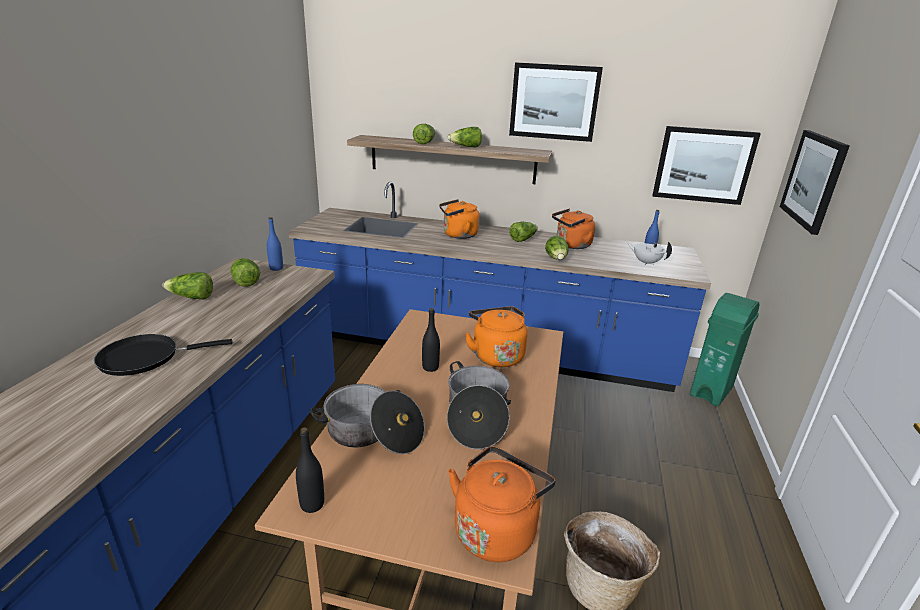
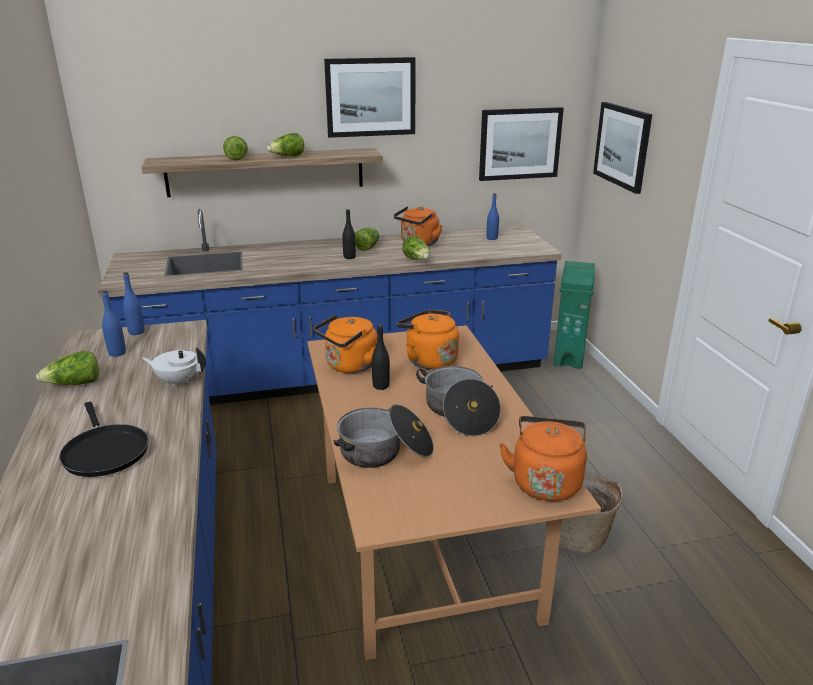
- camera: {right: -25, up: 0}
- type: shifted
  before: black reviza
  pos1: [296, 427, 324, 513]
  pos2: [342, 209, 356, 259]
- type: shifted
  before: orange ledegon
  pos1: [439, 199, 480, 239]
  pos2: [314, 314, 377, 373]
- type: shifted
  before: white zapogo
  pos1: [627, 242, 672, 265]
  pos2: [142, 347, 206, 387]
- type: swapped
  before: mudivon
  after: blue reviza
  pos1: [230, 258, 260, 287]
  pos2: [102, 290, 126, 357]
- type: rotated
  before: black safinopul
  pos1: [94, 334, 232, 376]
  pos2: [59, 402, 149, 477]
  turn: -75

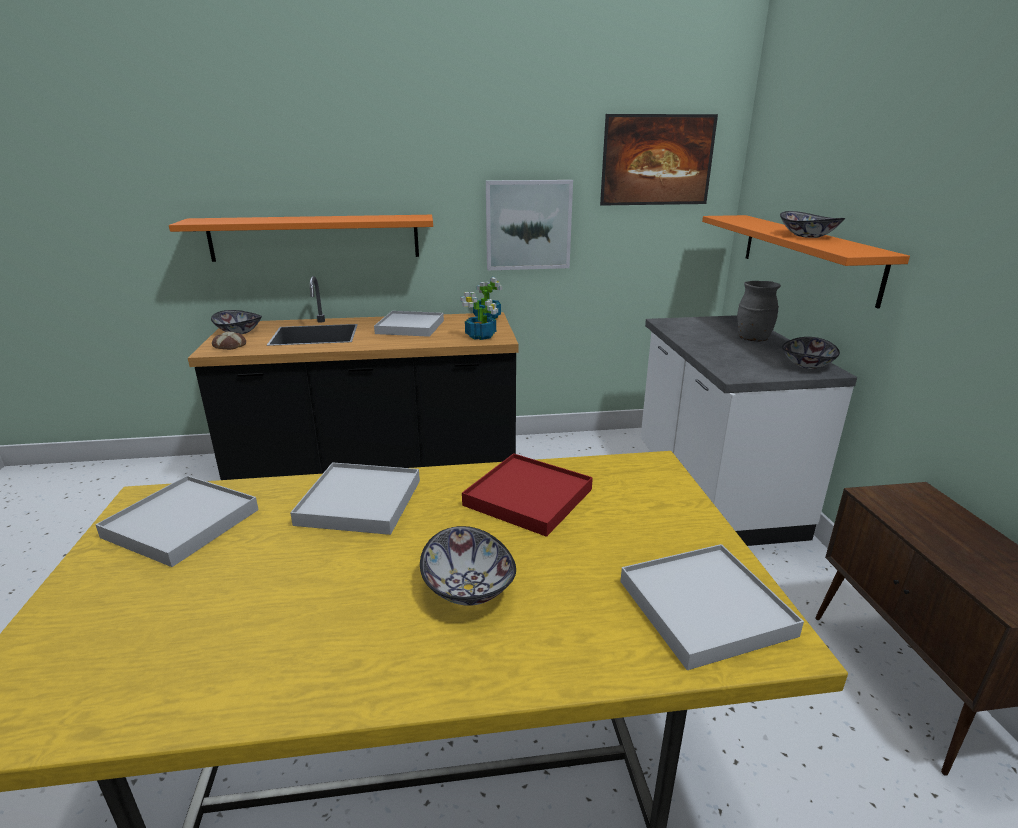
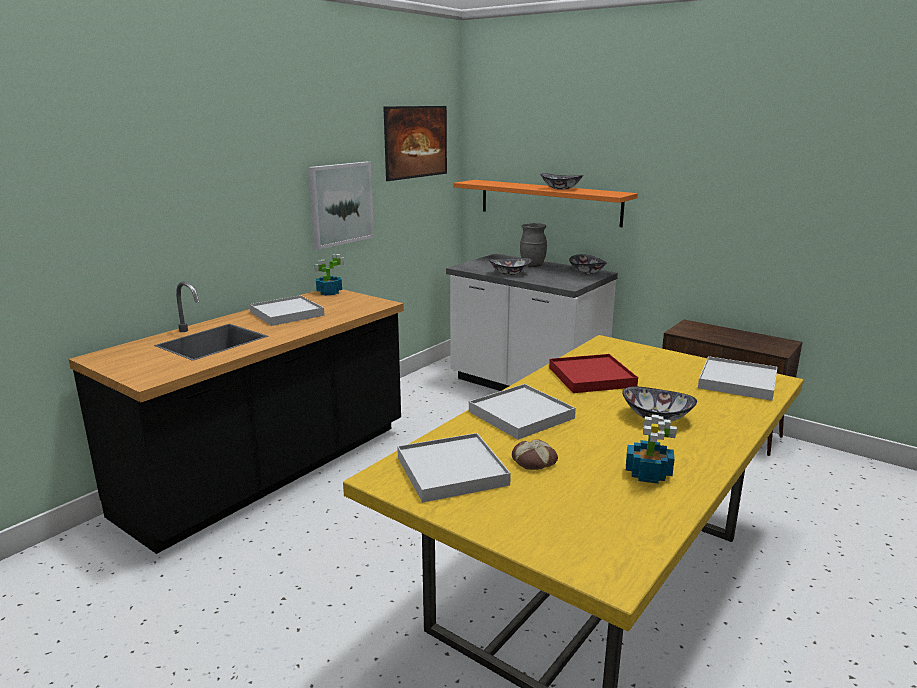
- camera: {right: -45, up: -5}
- type: gone
  before: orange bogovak
  pos1: [169, 215, 433, 262]
- type: shifted
  before: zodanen
  pos1: [211, 310, 262, 334]
  pos2: [489, 258, 532, 275]
- type: shifted
  before: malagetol
  pos1: [212, 331, 246, 350]
  pos2: [512, 439, 558, 470]
- type: shifted
  before: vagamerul
  pos1: [460, 292, 498, 340]
  pos2: [626, 414, 677, 484]

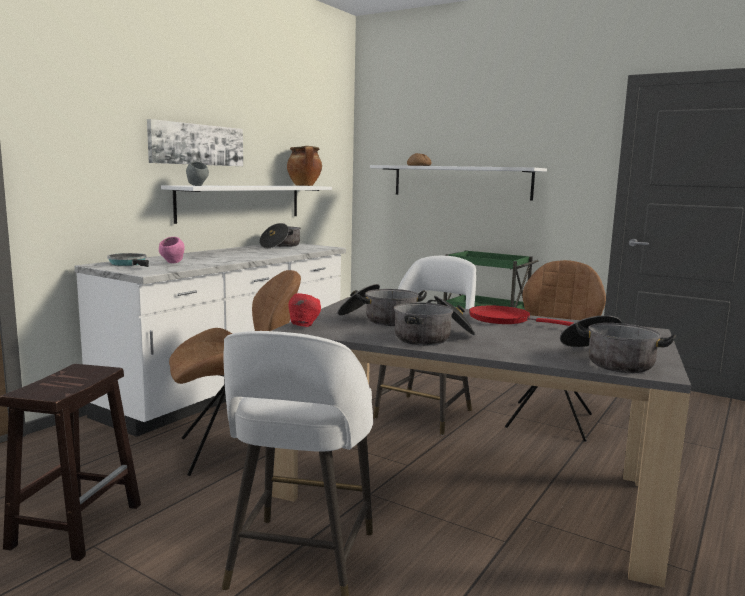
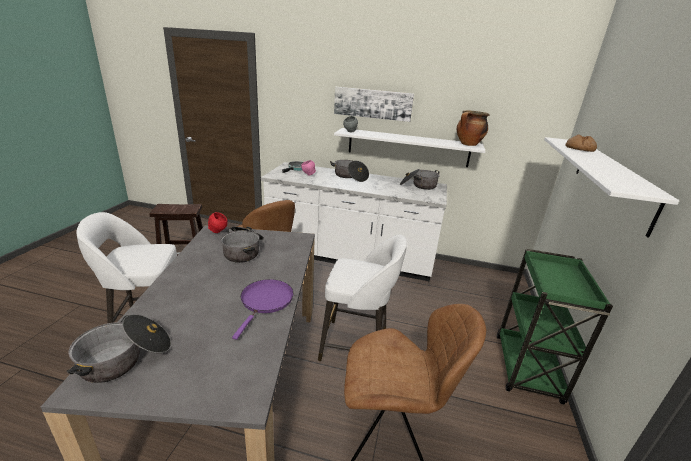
- camera: {right: 70, up: 15}
- type: shifted
  before: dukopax
  pos1: [394, 296, 476, 345]
  pos2: [330, 160, 369, 182]
- type: repainted
  before: red safinopul
  after: purple safinopul
  pos1: [469, 305, 573, 326]
  pos2: [232, 279, 294, 340]

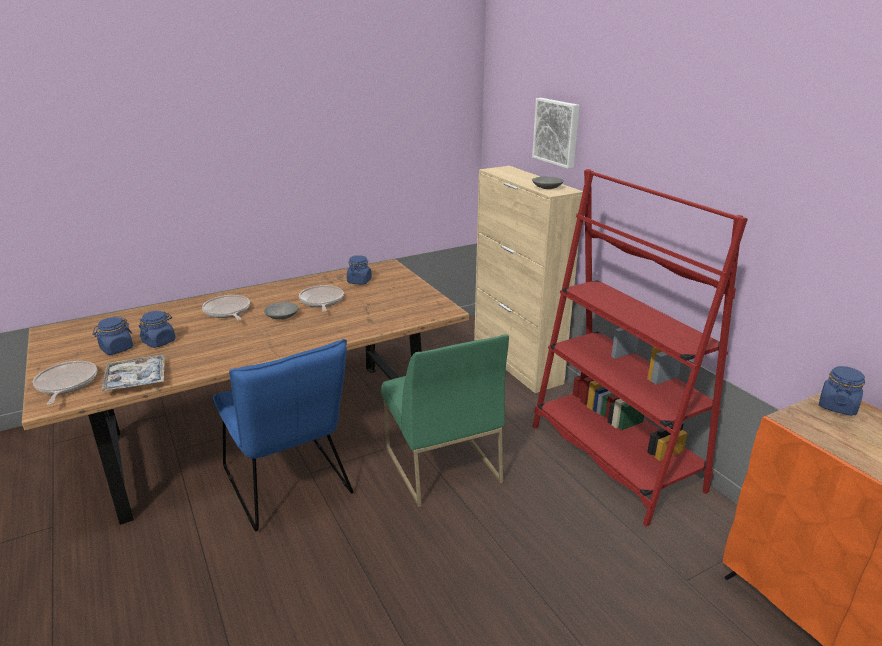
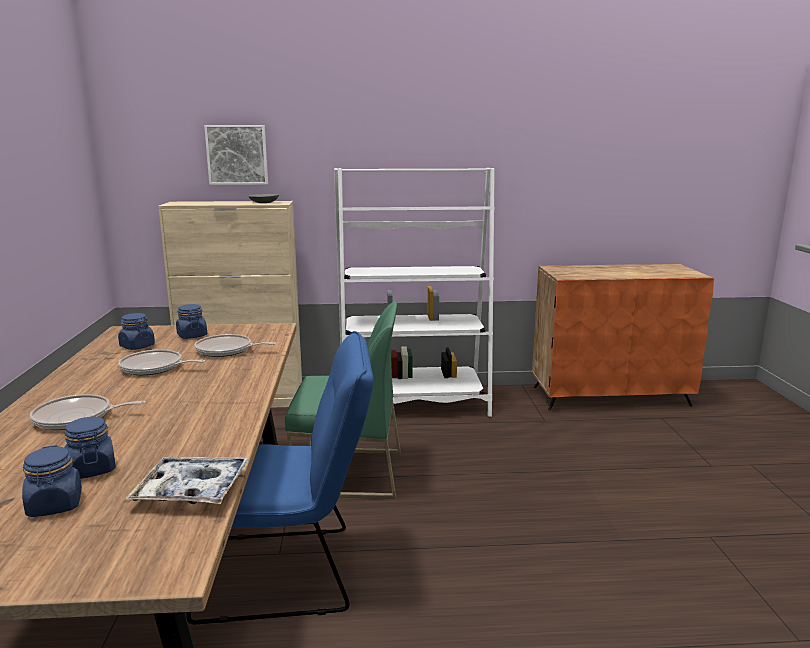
- camera: {right: -65, up: -10}
- type: gone
  before: grey zodanen
  pos1: [264, 302, 298, 320]
- type: shifted
  before: safinopul
  pos1: [33, 361, 97, 405]
  pos2: [195, 334, 276, 357]
- type: shifted
  before: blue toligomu
  pos1: [819, 366, 865, 416]
  pos2: [176, 304, 207, 339]
- type: repainted
  before: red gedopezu
  after: white gedopezu
  pos1: [532, 169, 748, 526]
  pos2: [334, 168, 495, 417]

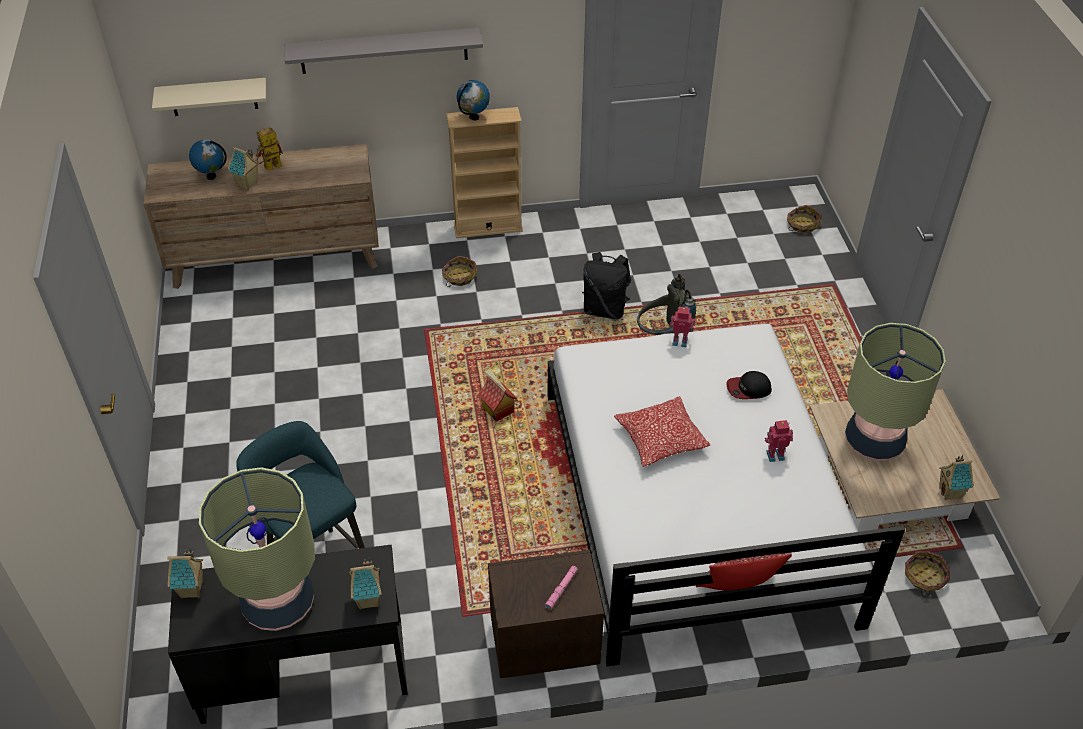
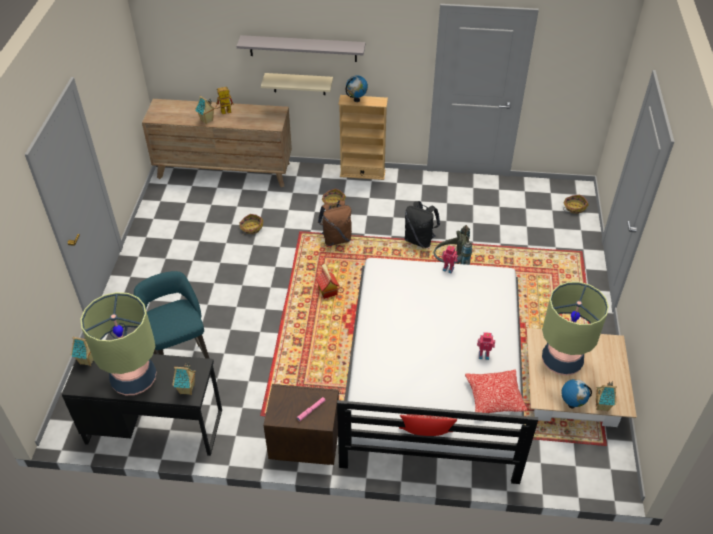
- camera: {right: 15, up: 0}
- type: gone
  before: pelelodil
  pos1: [726, 371, 772, 399]
- type: new
  after: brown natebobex
  pos2: [318, 200, 352, 246]
- type: shifted
  before: beige bogovak
  pos1: [152, 78, 266, 116]
  pos2: [261, 73, 333, 95]
- type: shifted
  before: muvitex
  pos1: [189, 139, 227, 180]
  pos2: [561, 379, 592, 408]
- type: shifted
  before: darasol
  pos1: [614, 396, 710, 466]
  pos2: [465, 369, 528, 413]
- type: shifted
  before: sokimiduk
  pos1: [905, 551, 950, 597]
  pos2: [239, 214, 263, 235]

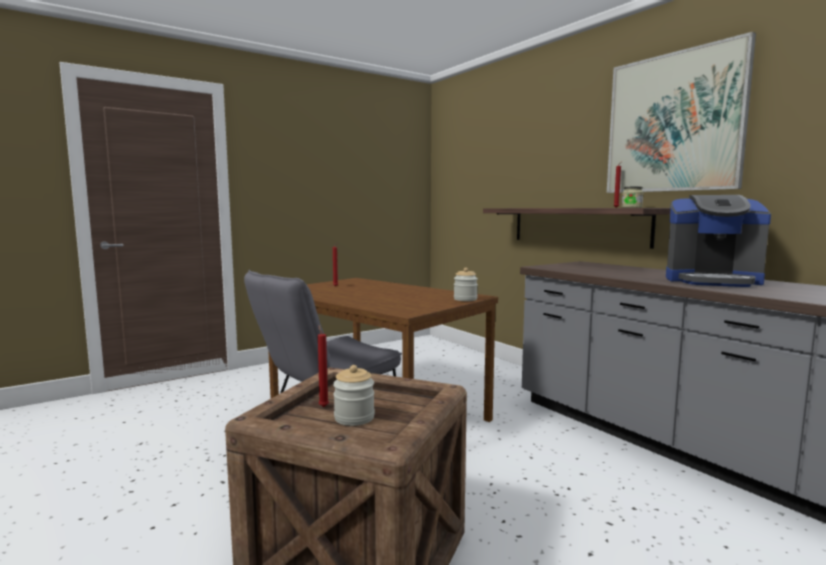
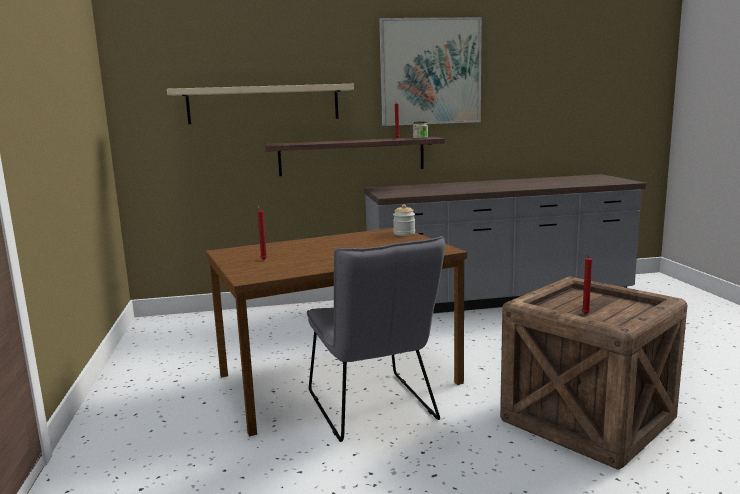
- camera: {right: -65, up: 5}
- type: gone
  before: toligomu
  pos1: [333, 365, 375, 426]
- type: gone
  before: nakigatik
  pos1: [666, 195, 771, 287]
- type: new
  after: beige bogovak
  pos2: [167, 84, 354, 124]

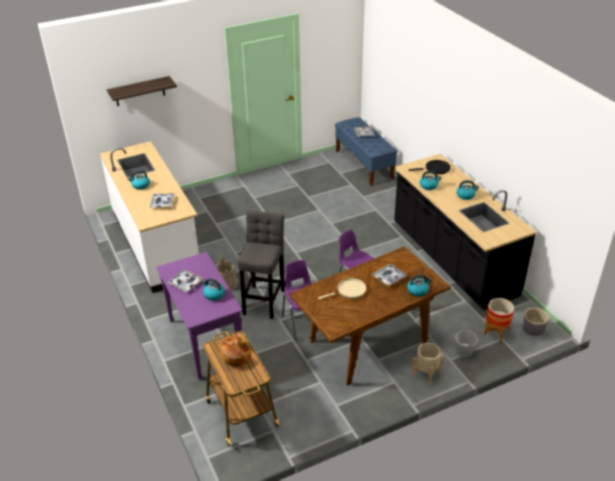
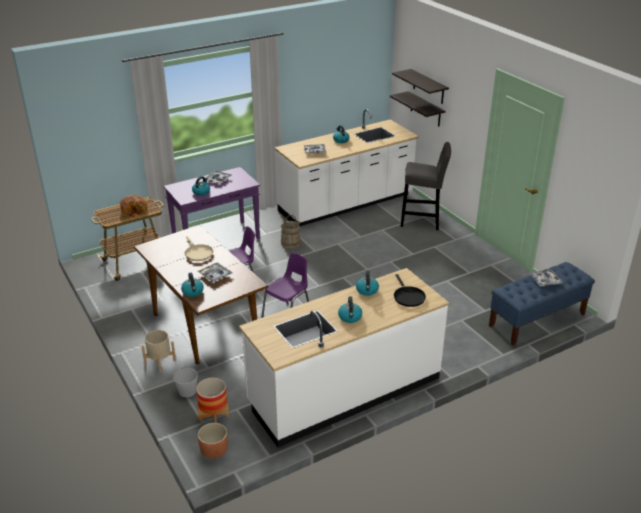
- camera: {right: 85, up: -5}
- type: new
  after: bogovak
  pos2: [390, 91, 445, 126]
- type: shifted
  before: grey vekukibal
  pos1: [238, 211, 285, 319]
  pos2: [400, 142, 451, 230]
- type: repainted
  before: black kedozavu
  after: white kedozavu
  pos1: [394, 154, 537, 310]
  pos2: [239, 268, 449, 447]
- type: repainted
  before: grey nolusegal
  after: brown nolusegal
  pos1: [522, 308, 549, 336]
  pos2: [198, 423, 228, 458]

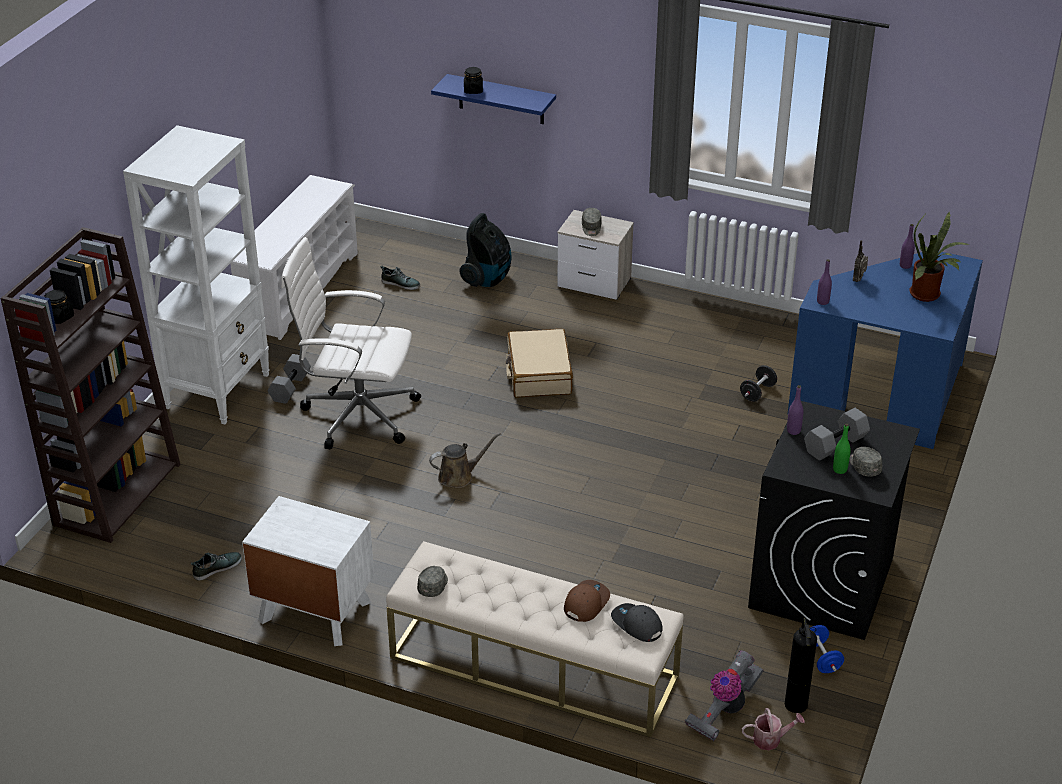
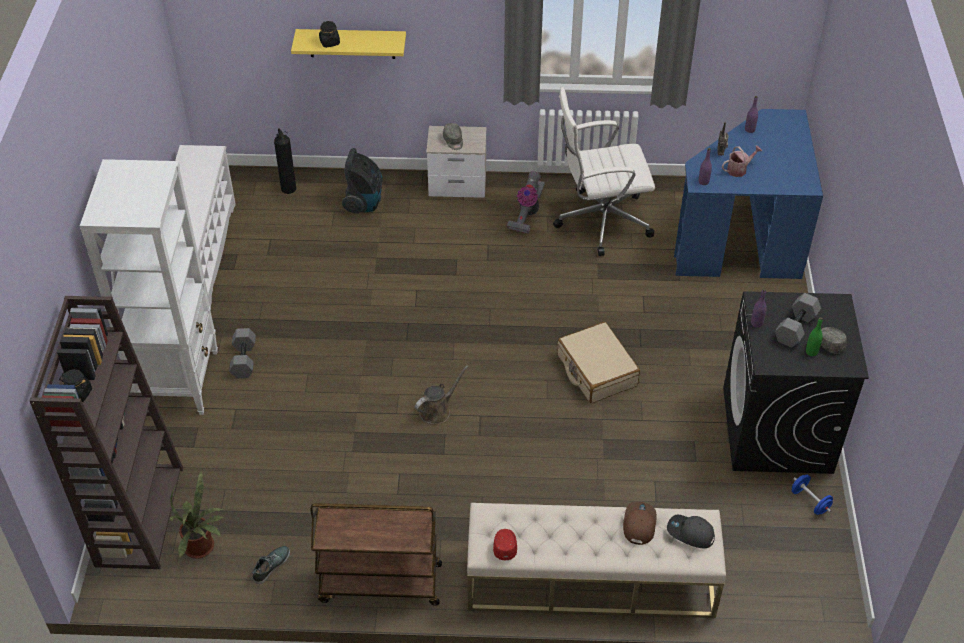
- camera: {right: -20, up: 10}
- type: gone
  before: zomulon
  pos1: [380, 266, 420, 290]
- type: gone
  before: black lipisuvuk
  pos1: [740, 365, 777, 402]
- type: shifted
  before: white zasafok
  pos1: [281, 237, 421, 449]
  pos2: [553, 87, 655, 256]
- type: shifted
  before: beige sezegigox
  pos1: [506, 329, 573, 397]
  pos2: [558, 322, 640, 403]
- type: shifted
  before: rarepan
  pos1: [685, 650, 763, 741]
  pos2: [507, 171, 545, 234]
- type: shifted
  before: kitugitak
  pos1: [742, 708, 805, 750]
  pos2: [722, 145, 762, 177]
- type: shifted
  before: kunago
  pos1: [785, 618, 817, 713]
  pos2: [274, 128, 296, 194]
- type: shifted
  before: vagamerul
  pos1: [909, 212, 970, 302]
  pos2: [170, 471, 224, 559]
- type: swapped
  before: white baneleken
  after: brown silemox
  pos1: [242, 496, 374, 646]
  pos2: [310, 503, 442, 606]
- type: repainted
  before: grey pelelodil
  after: red pelelodil
  pos1: [417, 566, 448, 597]
  pos2: [493, 529, 517, 560]
- type: repainted
  before: blue bogovak
  after: yellow bogovak
  pos1: [431, 74, 556, 124]
  pos2: [291, 29, 406, 59]

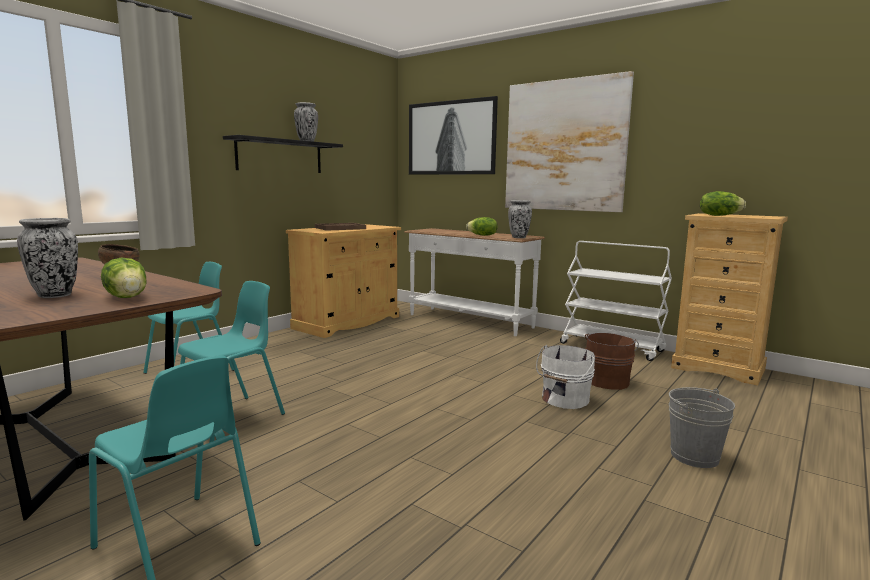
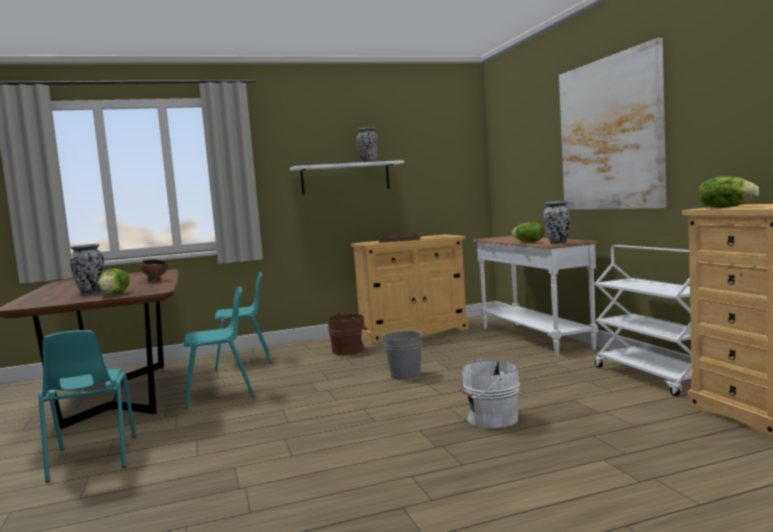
- camera: {right: 35, up: -5}
- type: gone
  before: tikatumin
  pos1: [409, 96, 498, 174]
- type: shifted
  before: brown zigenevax
  pos1: [585, 333, 639, 390]
  pos2: [328, 313, 368, 355]
- type: shifted
  before: grey zigenevax
  pos1: [669, 387, 735, 468]
  pos2: [380, 330, 424, 380]
- type: repainted
  before: black bogovak
  after: white bogovak
  pos1: [223, 135, 343, 173]
  pos2: [290, 160, 404, 195]

